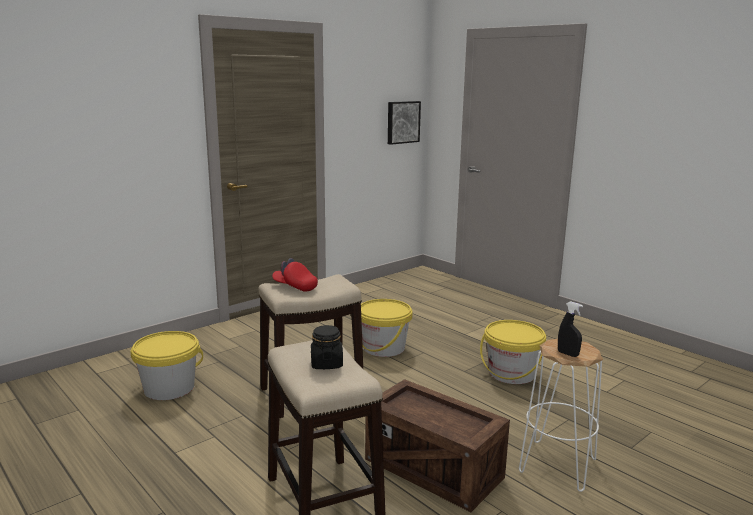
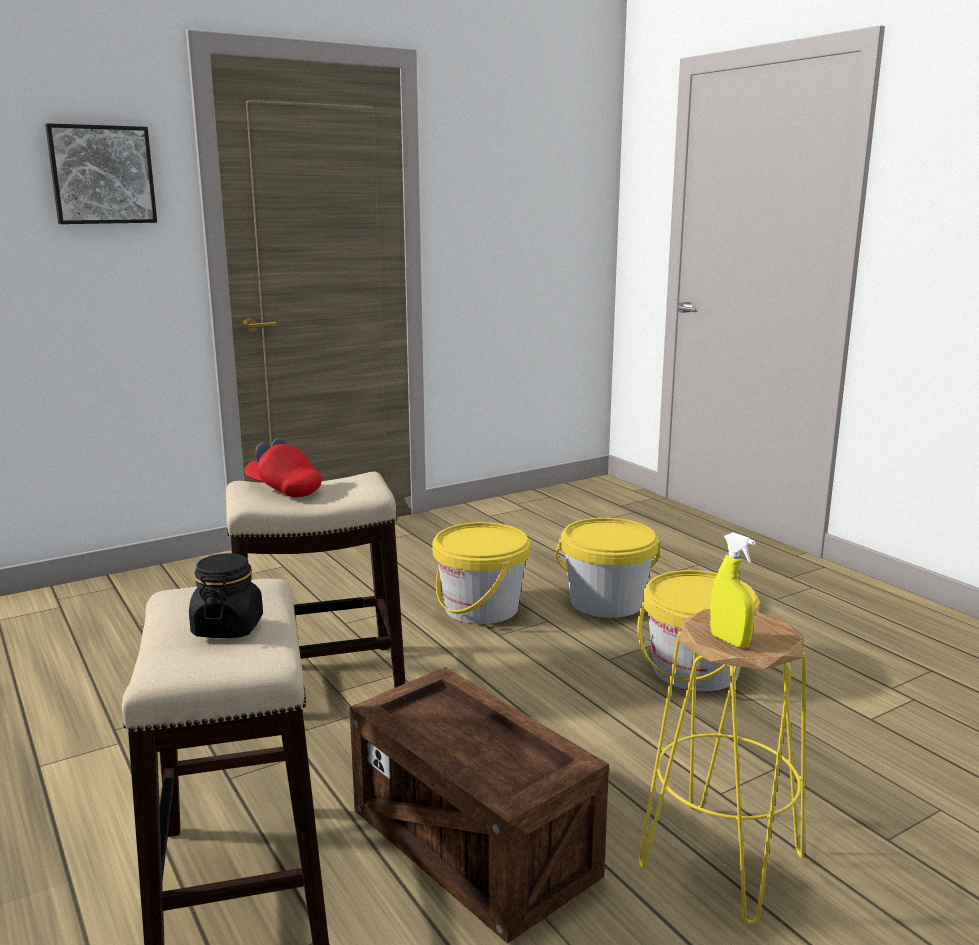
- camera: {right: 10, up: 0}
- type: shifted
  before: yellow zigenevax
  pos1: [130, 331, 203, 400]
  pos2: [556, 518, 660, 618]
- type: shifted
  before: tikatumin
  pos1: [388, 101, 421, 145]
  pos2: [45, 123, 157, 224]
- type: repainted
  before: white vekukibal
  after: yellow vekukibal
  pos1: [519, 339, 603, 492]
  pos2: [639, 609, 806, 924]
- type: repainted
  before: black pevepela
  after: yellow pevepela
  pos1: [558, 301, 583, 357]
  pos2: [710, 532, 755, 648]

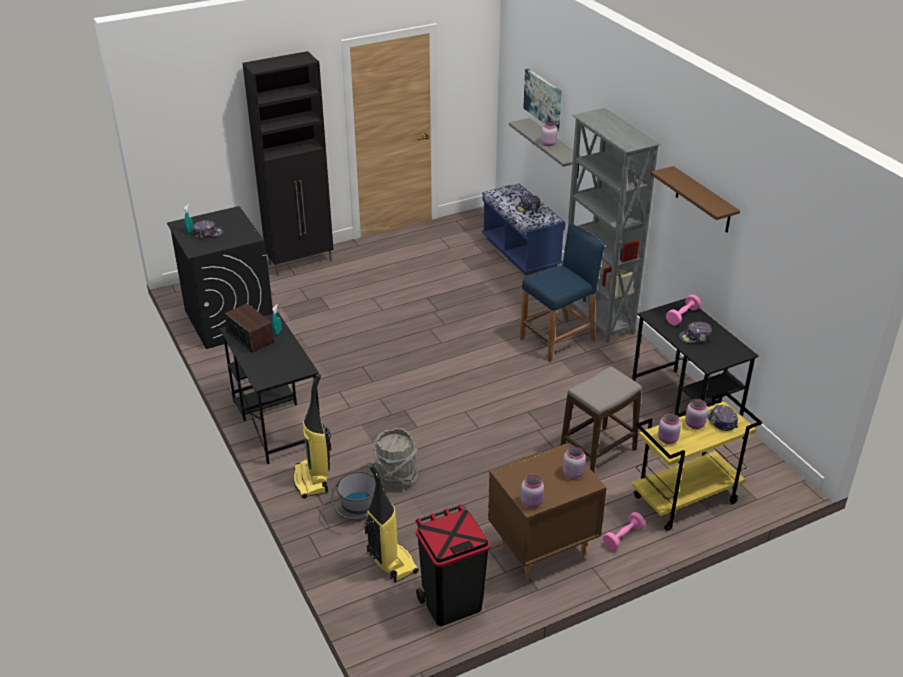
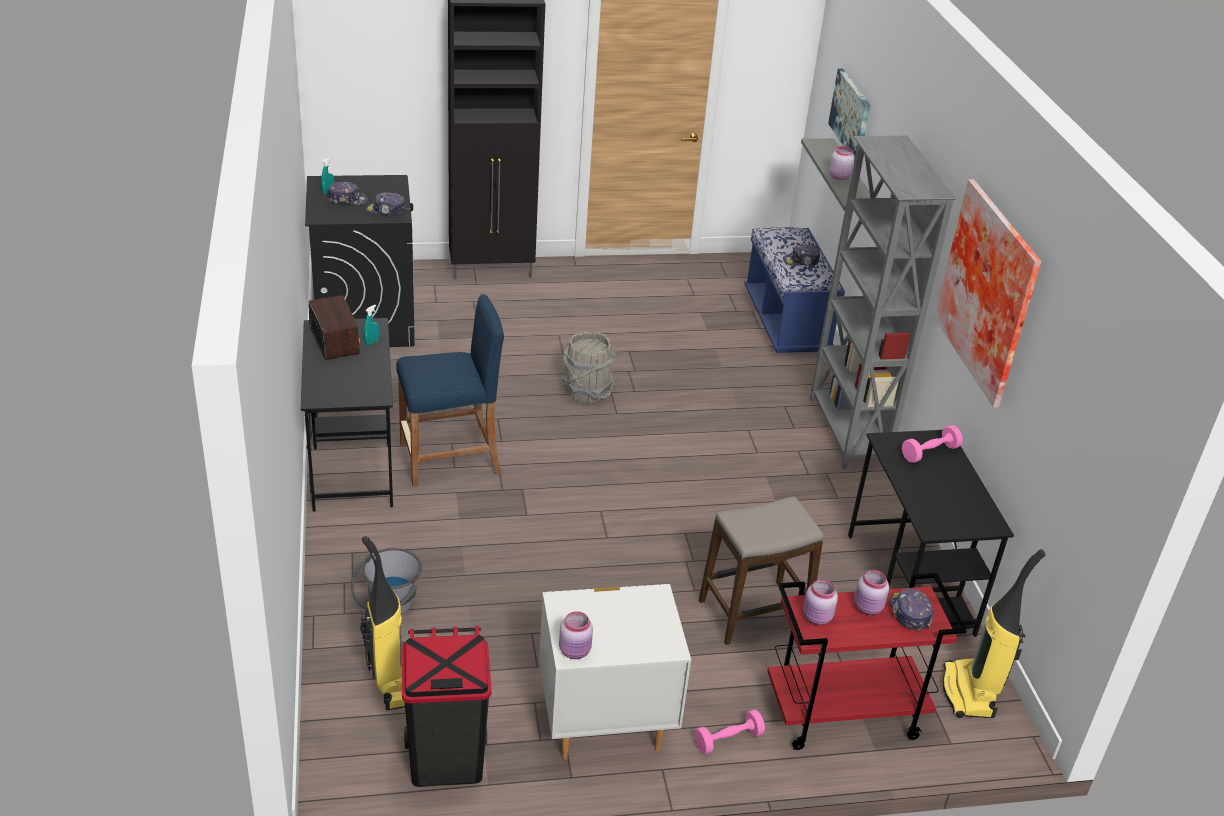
- camera: {right: 15, up: 0}
- type: gone
  before: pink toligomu
  pos1: [563, 446, 586, 479]
- type: shifted
  before: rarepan
  pos1: [293, 374, 331, 499]
  pos2: [942, 549, 1046, 718]
- type: shifted
  before: grey zigenevax
  pos1: [373, 428, 418, 490]
  pos2: [562, 332, 616, 403]
- type: shifted
  before: blue vekukibal
  pos1: [520, 223, 605, 362]
  pos2: [396, 294, 504, 487]
- type: shifted
  before: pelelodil
  pos1: [679, 322, 712, 343]
  pos2: [366, 192, 406, 216]
- type: swapped
  before: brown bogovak
  after: tikatumin
  pos1: [651, 166, 740, 233]
  pos2: [934, 179, 1041, 408]
- type: repainted
  before: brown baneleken
  after: white baneleken
  pos1: [488, 443, 607, 580]
  pos2: [539, 584, 691, 760]
- type: repainted
  before: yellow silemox
  after: red silemox
  pos1: [632, 391, 762, 531]
  pos2: [767, 573, 967, 750]

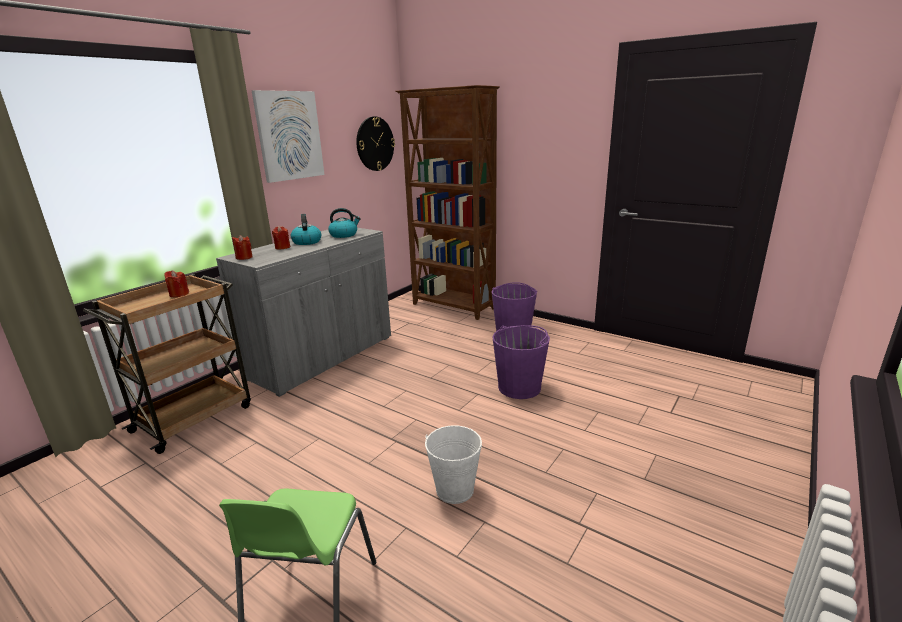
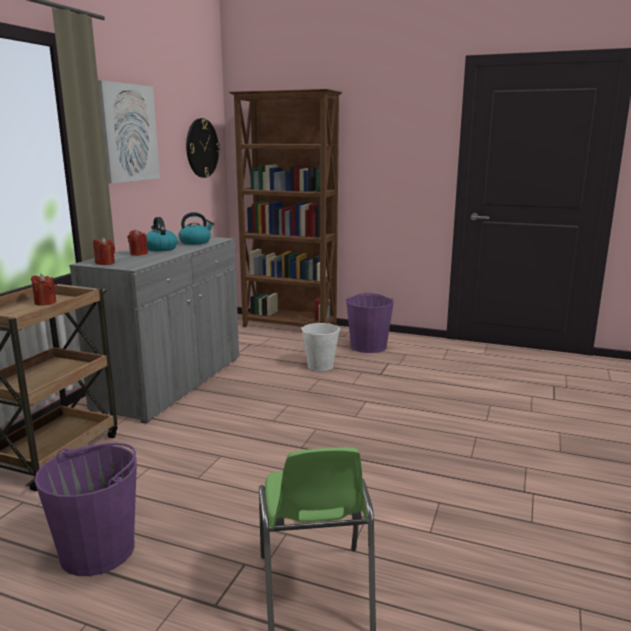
- camera: {right: -15, up: -5}
- type: shifted
  before: white zigenevax
  pos1: [425, 425, 482, 504]
  pos2: [301, 323, 340, 371]
- type: shifted
  before: purple zigenevax
  pos1: [492, 325, 550, 399]
  pos2: [34, 443, 137, 576]

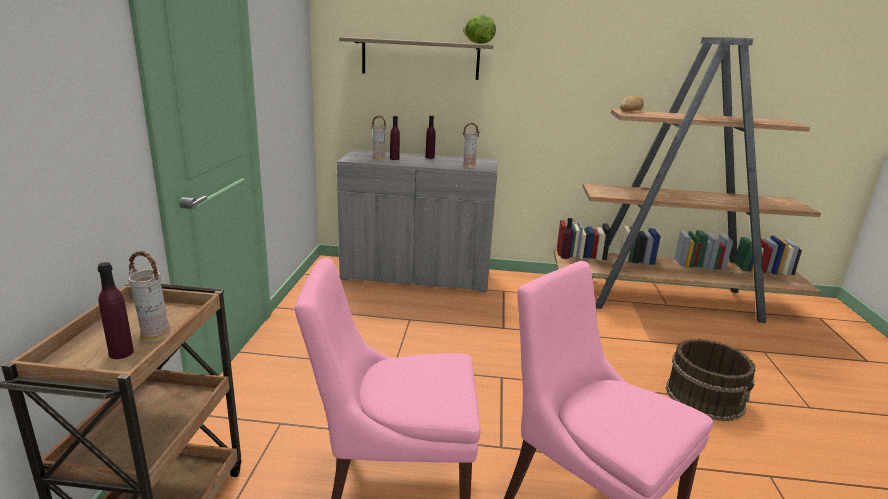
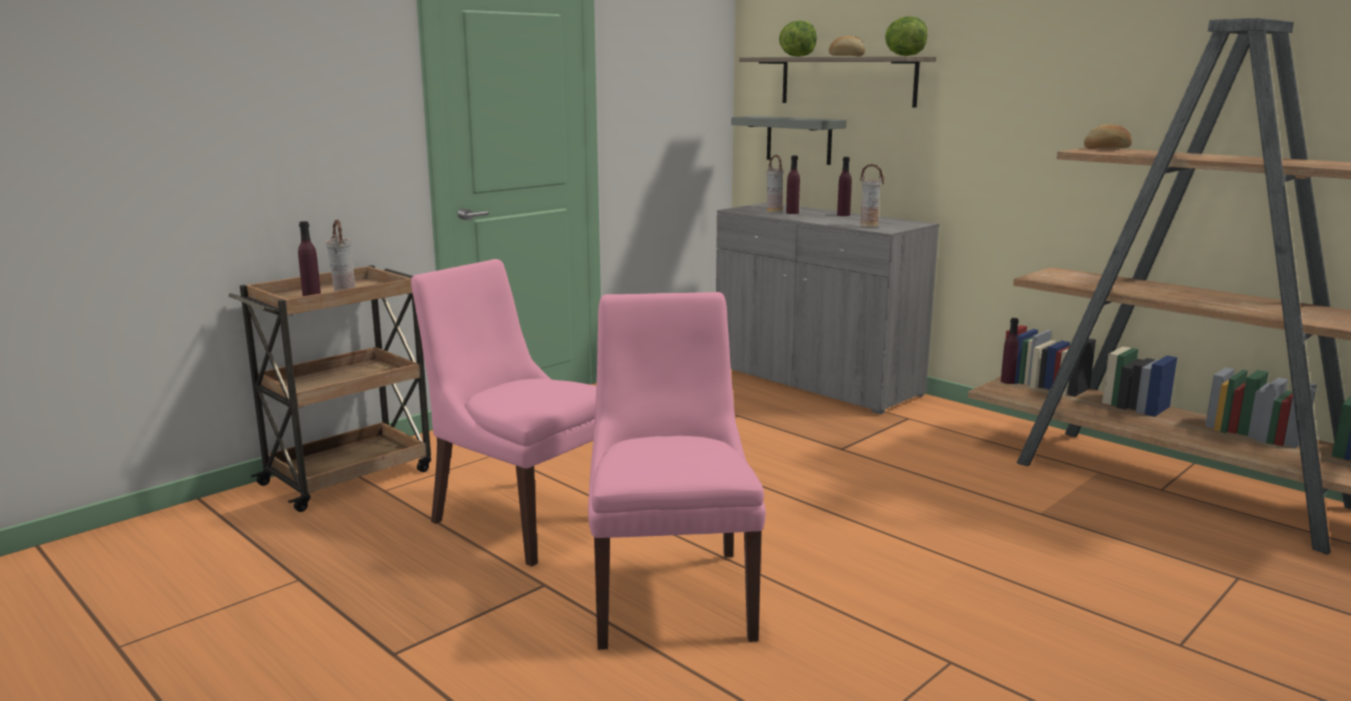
- camera: {right: 40, up: -5}
- type: gone
  before: brown zigenevax
  pos1: [666, 339, 756, 421]
- type: new
  after: grey bogovak
  pos2: [731, 116, 846, 165]
- type: new
  after: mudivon
  pos2: [779, 20, 817, 57]
- type: new
  after: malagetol
  pos2: [829, 36, 865, 56]

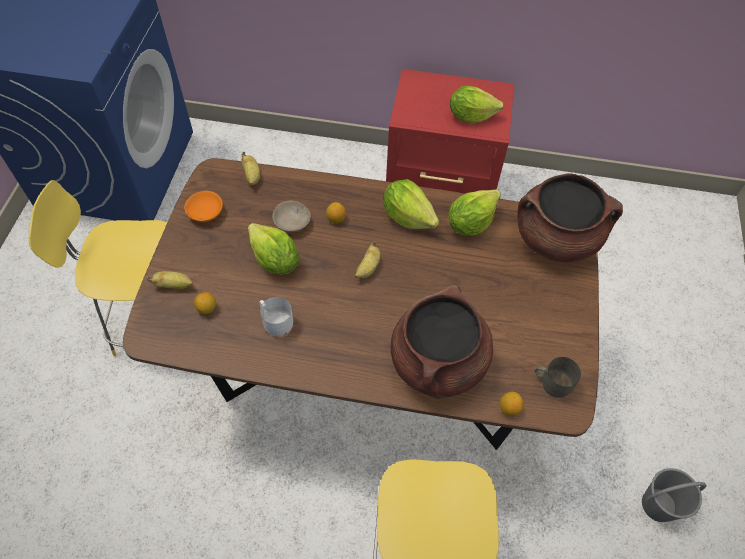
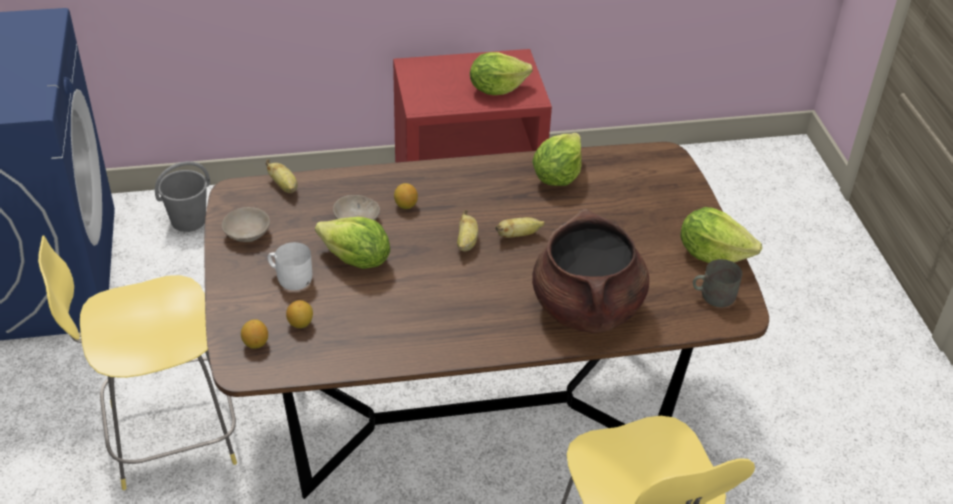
- camera: {right: -20, up: -15}
- type: gone
  before: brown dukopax
  pos1: [517, 173, 623, 262]
- type: shifted
  before: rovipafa
  pos1: [147, 271, 193, 289]
  pos2: [495, 217, 545, 238]
- type: shifted
  before: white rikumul
  pos1: [259, 297, 293, 337]
  pos2: [268, 242, 312, 290]
- type: shifted
  before: mudivon
  pos1: [383, 179, 440, 229]
  pos2: [681, 207, 762, 263]
- type: shifted
  before: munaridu
  pos1: [500, 392, 524, 416]
  pos2: [241, 319, 268, 349]
- type: shifted
  before: grey zigenevax
  pos1: [642, 468, 707, 522]
  pos2: [155, 161, 210, 232]
- type: repainted
  before: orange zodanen
  after: beige zodanen
  pos1: [184, 191, 223, 222]
  pos2: [222, 207, 270, 242]

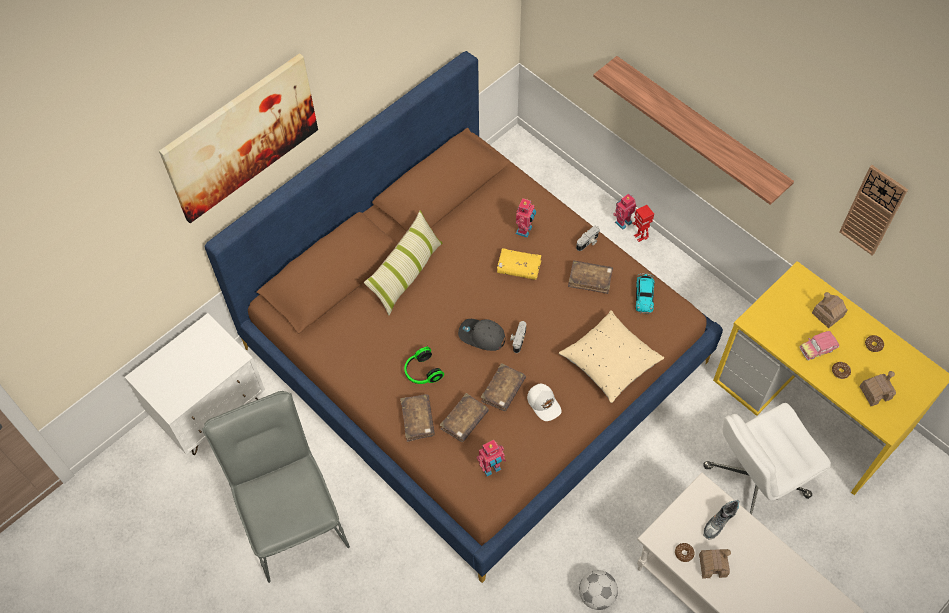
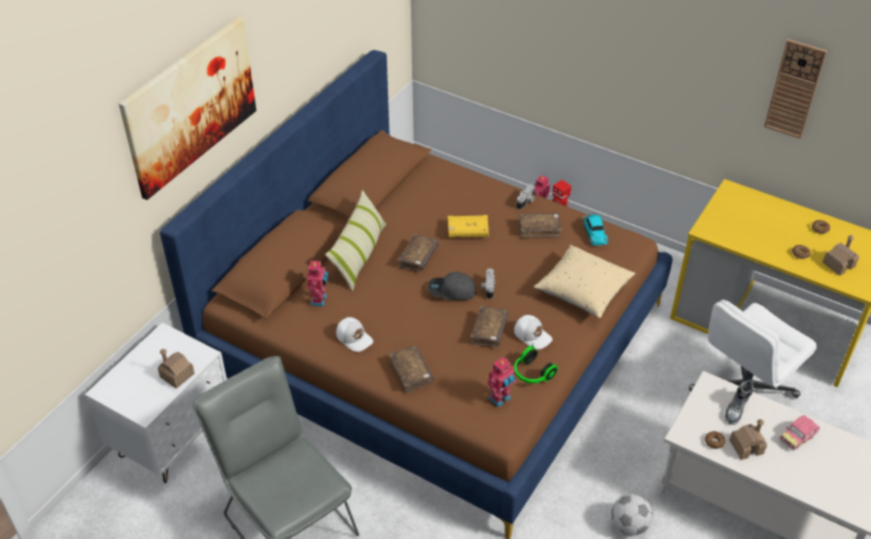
- camera: {right: -15, up: -15}
- type: gone
  before: bogovak
  pos1: [593, 56, 794, 205]
- type: new
  after: white pelelodil
  pos2: [336, 317, 373, 352]
- type: shifted
  before: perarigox
  pos1: [404, 345, 444, 384]
  pos2: [514, 344, 558, 383]
- type: shifted
  before: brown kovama
  pos1: [440, 393, 489, 442]
  pos2: [397, 234, 439, 271]
- type: shifted
  before: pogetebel
  pos1: [515, 198, 536, 238]
  pos2: [307, 259, 328, 307]
- type: shifted
  before: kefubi
  pos1: [799, 331, 840, 361]
  pos2: [779, 415, 820, 451]
- type: shifted
  before: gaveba
  pos1: [812, 292, 848, 328]
  pos2: [158, 349, 195, 389]

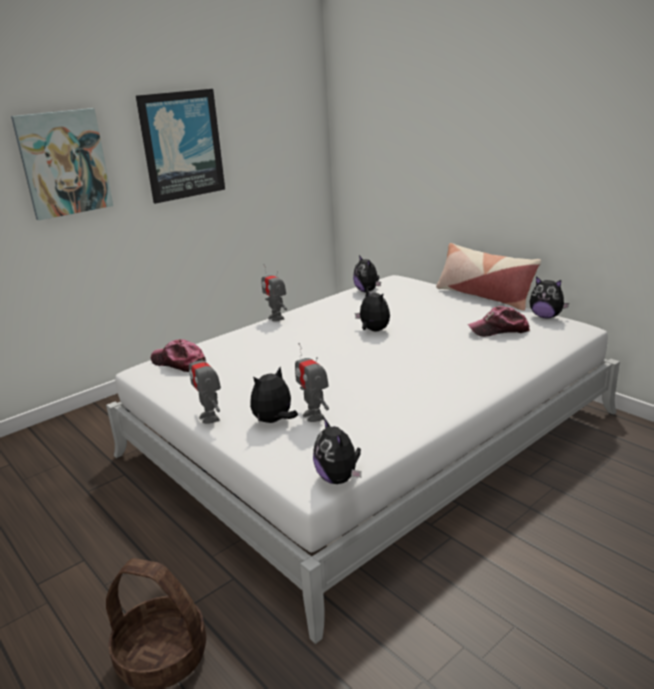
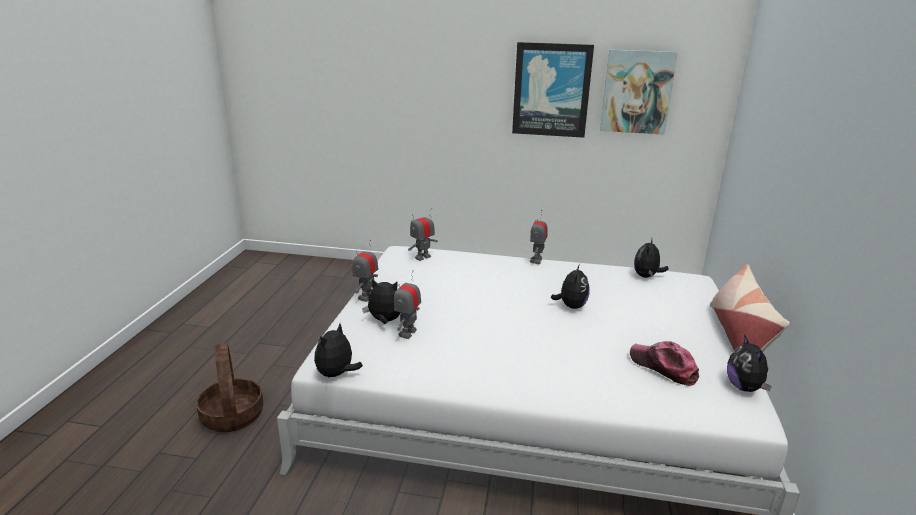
- camera: {right: 50, up: 0}
- type: shifted
  before: tikatumin
  pos1: [11, 108, 113, 220]
  pos2: [600, 49, 678, 135]
- type: swapped
  before: pelelodil
  after: pogetebel
  pos1: [151, 339, 206, 372]
  pos2: [408, 208, 438, 261]

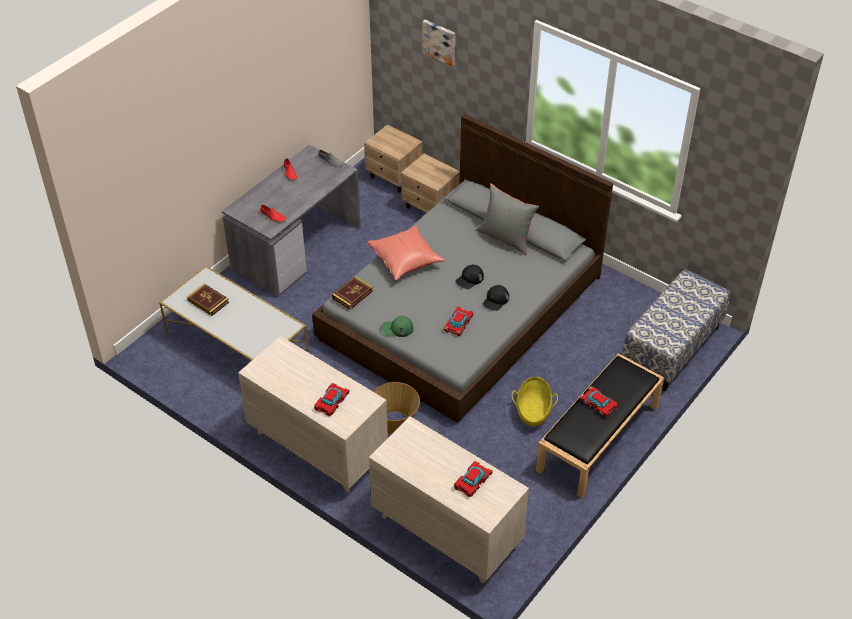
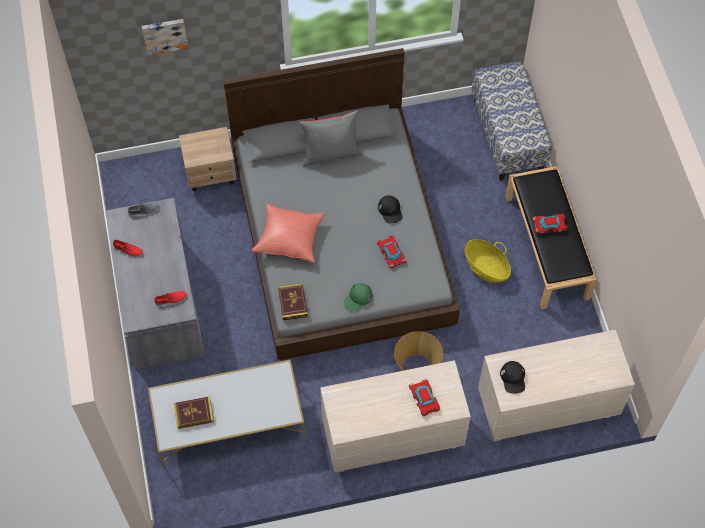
- camera: {right: -50, up: 15}
- type: gone
  before: beige baneleken
  pos1: [364, 124, 422, 193]
- type: gone
  before: kefubi
  pos1: [454, 461, 493, 497]
- type: shifted
  before: black pelelodil
  pos1: [455, 265, 484, 289]
  pos2: [500, 361, 525, 394]

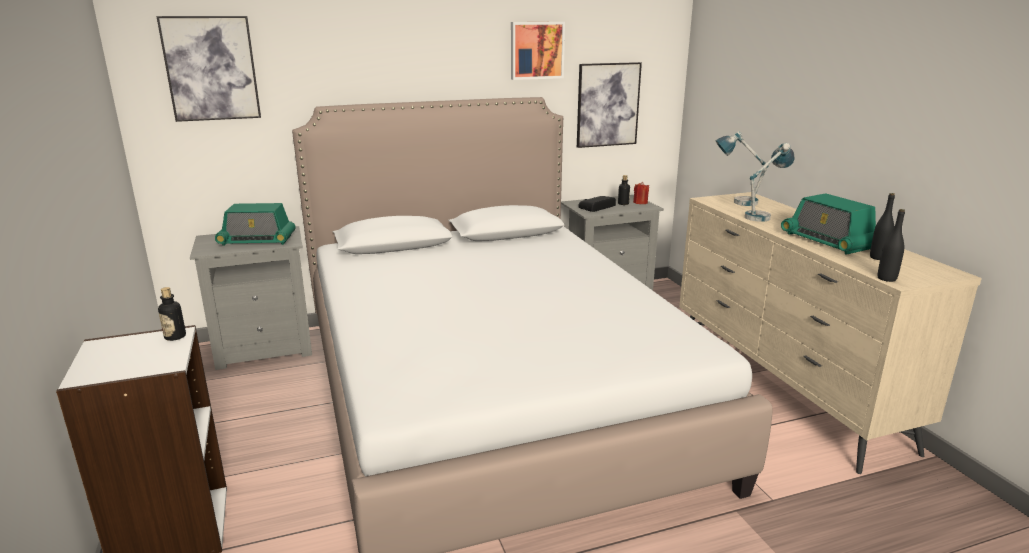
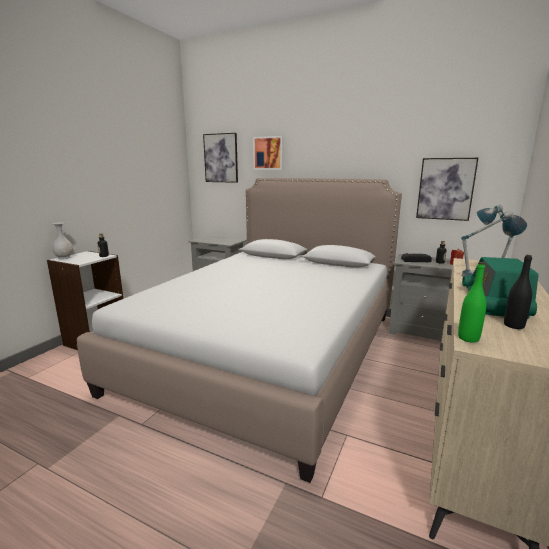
- camera: {right: 45, up: -5}
- type: gone
  before: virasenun
  pos1: [215, 203, 296, 246]
- type: new
  after: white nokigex
  pos2: [52, 222, 73, 259]
- type: shifted
  before: tikatumin
  pos1: [511, 22, 565, 80]
  pos2: [253, 136, 283, 170]
- type: repainted
  before: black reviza
  after: green reviza
  pos1: [877, 209, 905, 282]
  pos2: [458, 262, 486, 343]

